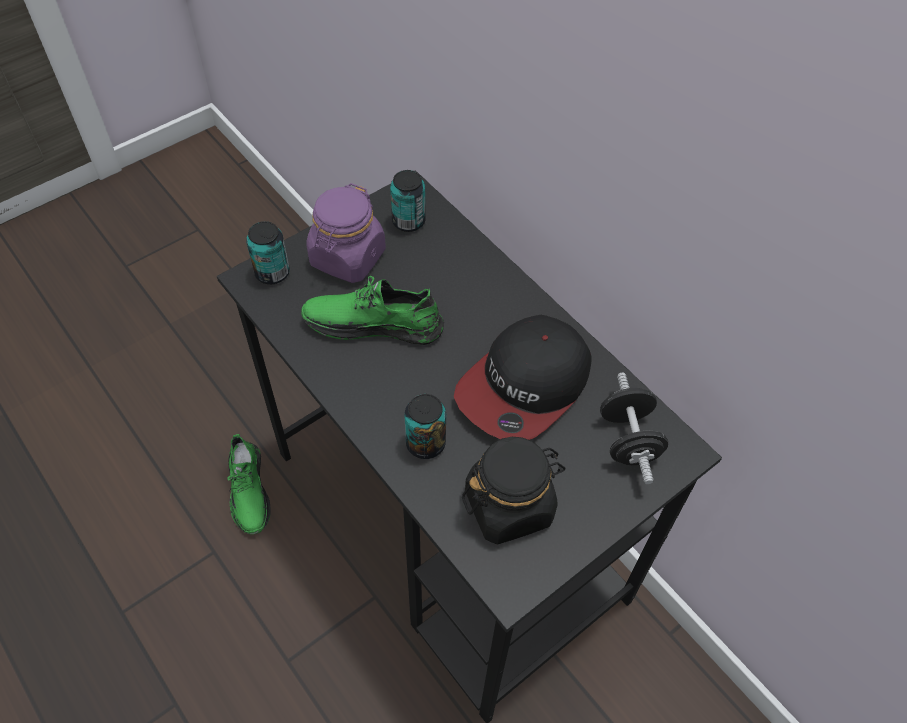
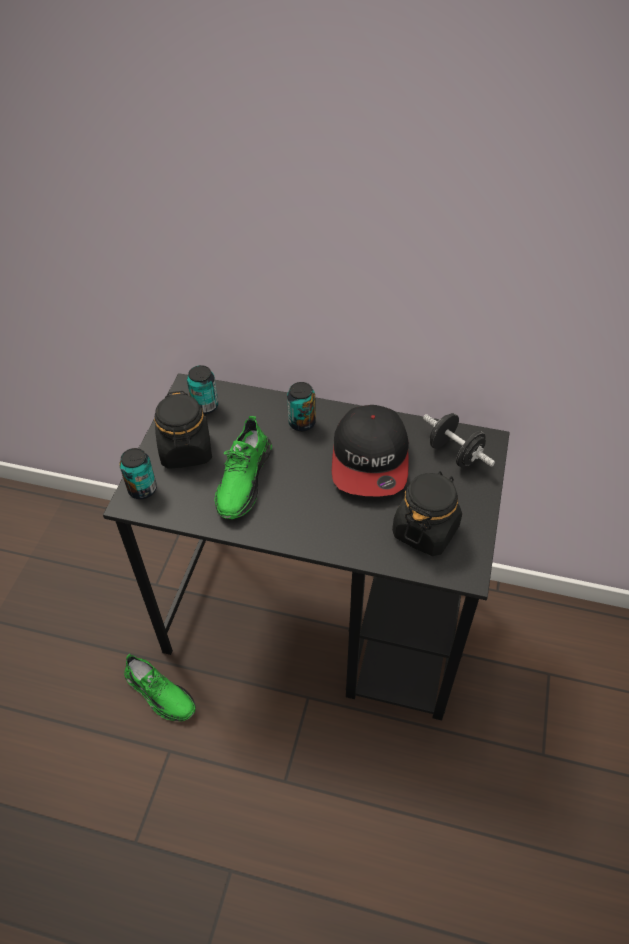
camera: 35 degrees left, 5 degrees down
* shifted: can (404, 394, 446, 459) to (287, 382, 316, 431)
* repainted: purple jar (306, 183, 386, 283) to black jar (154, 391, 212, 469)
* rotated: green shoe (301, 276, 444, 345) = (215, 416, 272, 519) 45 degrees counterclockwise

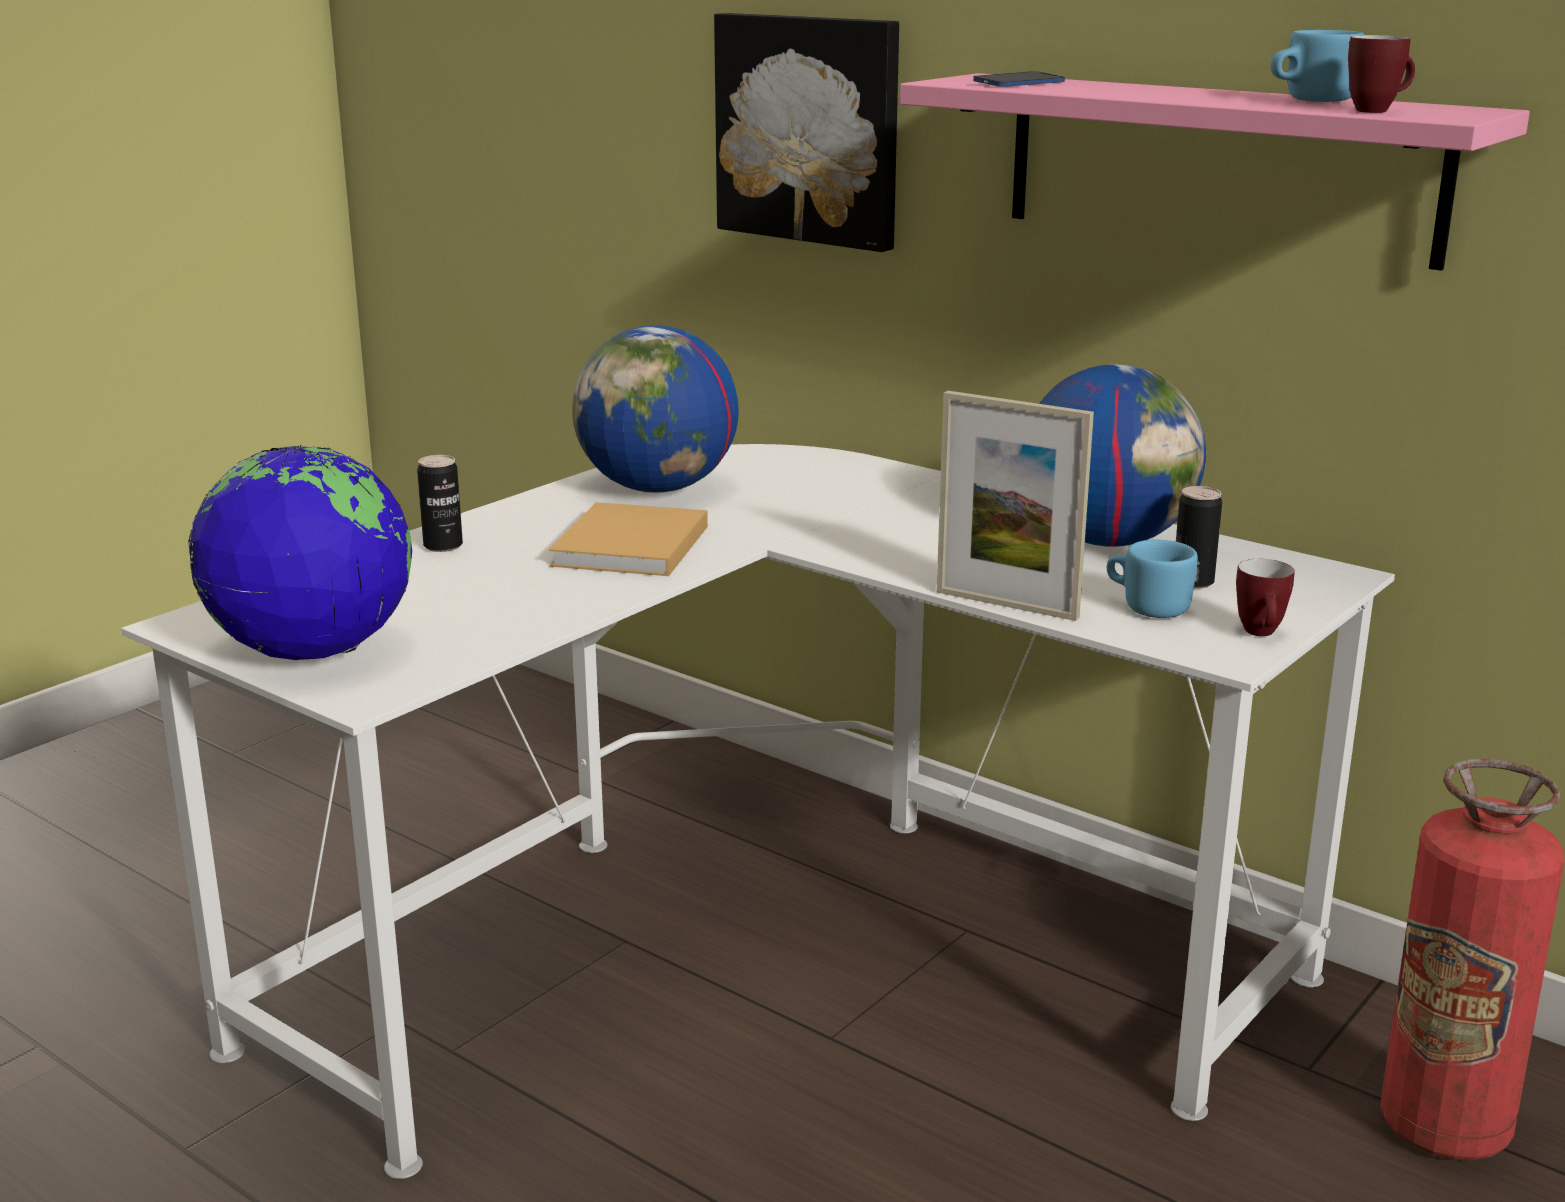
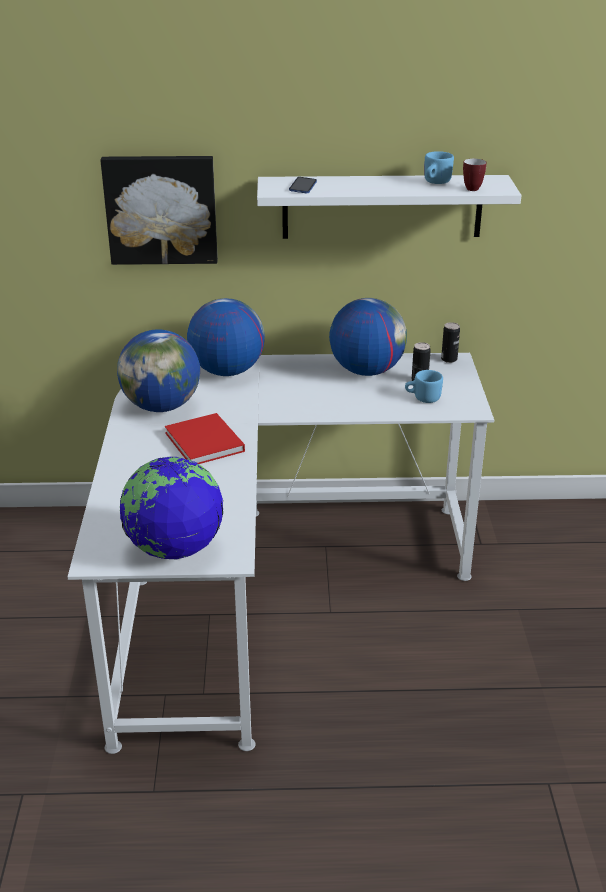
camera: 40 degrees left, 10 degrees up
* gone: picture frame (937, 391, 1094, 621)
* gone: mug (1236, 559, 1295, 636)
* gone: fire extinguisher (1380, 759, 1564, 1160)
* new: globe (187, 298, 265, 376)
* shifted: can (417, 455, 463, 552) to (441, 322, 460, 363)
* repainted: beige book (549, 502, 708, 576) to red book (165, 413, 245, 464)
* repainted: pink shelf (900, 73, 1530, 271) to white shelf (257, 175, 522, 239)

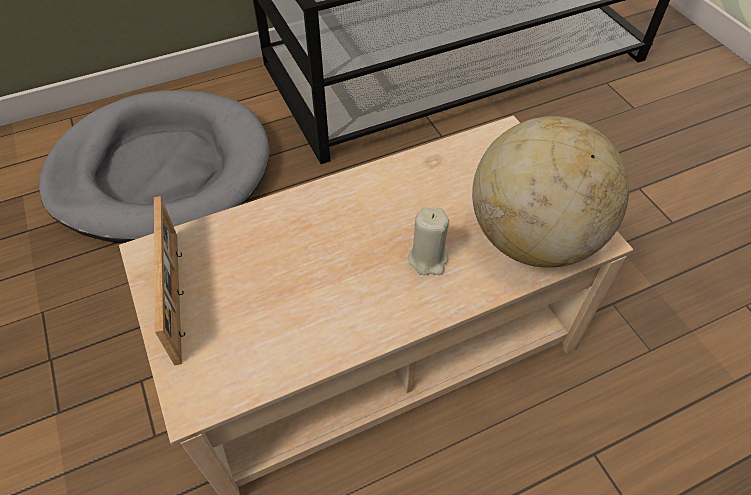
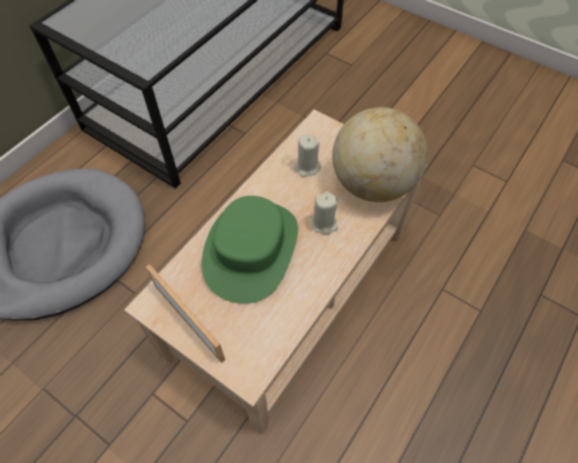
camera: 30 degrees left, 5 degrees up
* new: green hat (202, 196, 298, 304)
* new: beige candle (295, 135, 321, 178)

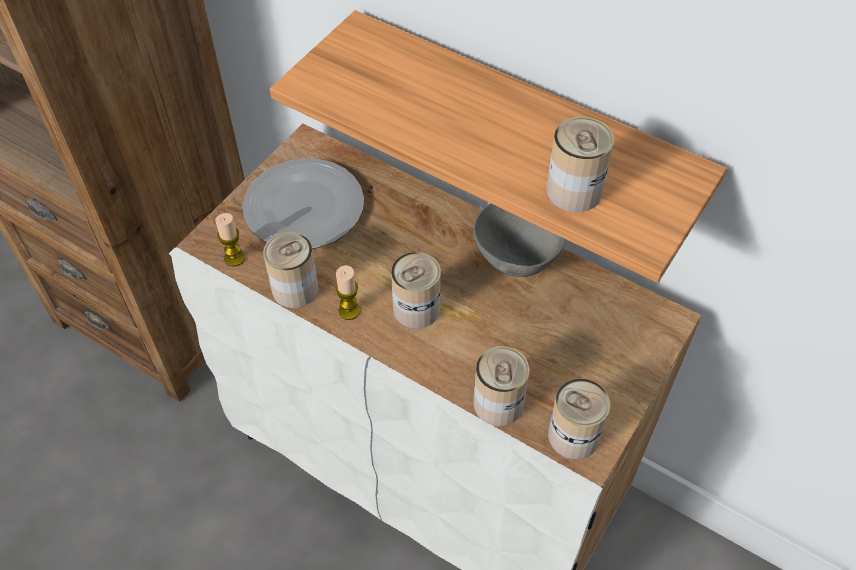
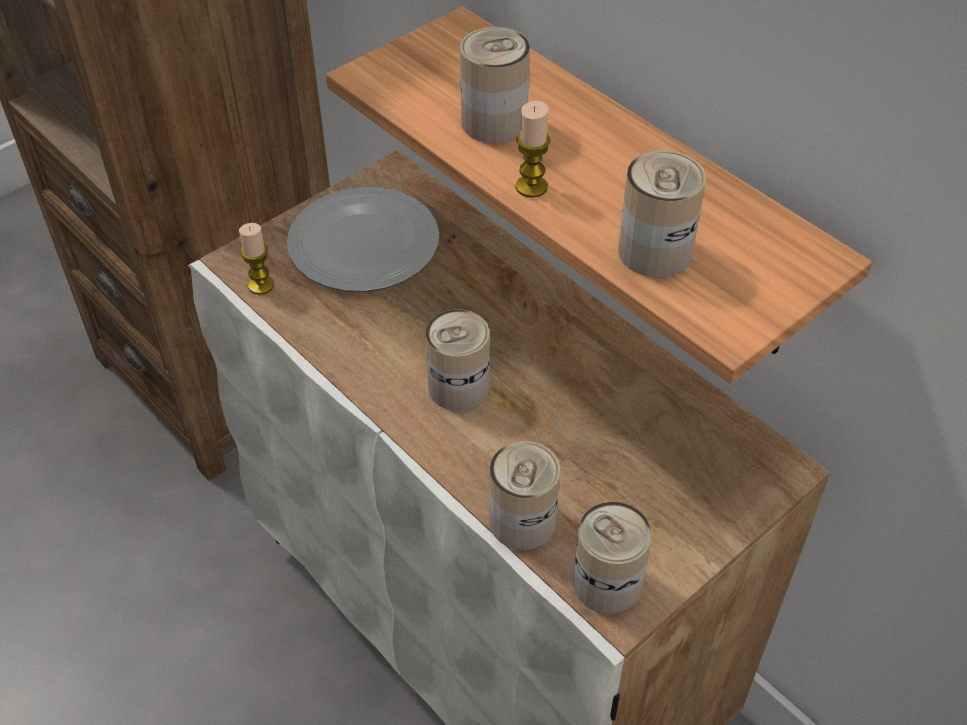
camera: 15 degrees right, 5 degrees down
* gone: grey bowl (474, 203, 566, 277)
* shifted: can (263, 232, 318, 308) to (460, 27, 530, 143)
* shifted: candle (335, 265, 360, 320) to (516, 101, 551, 198)

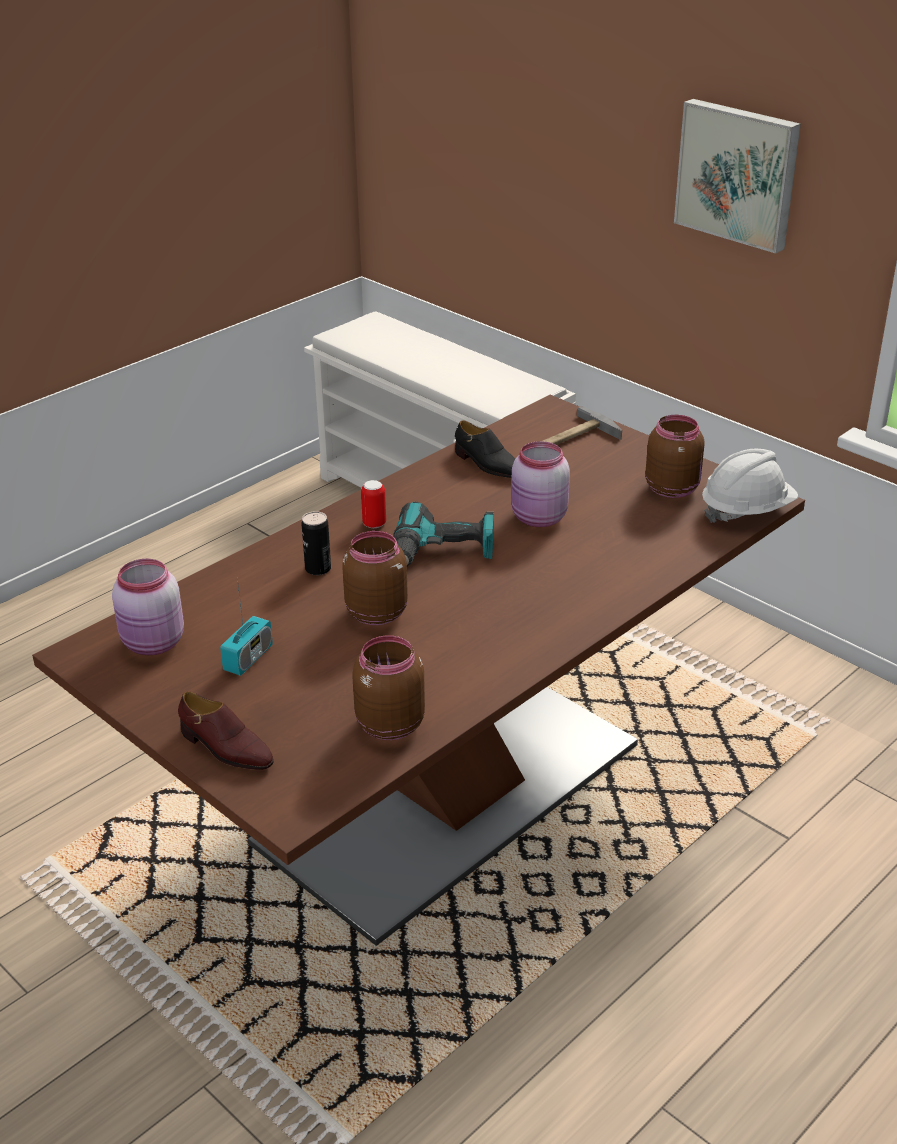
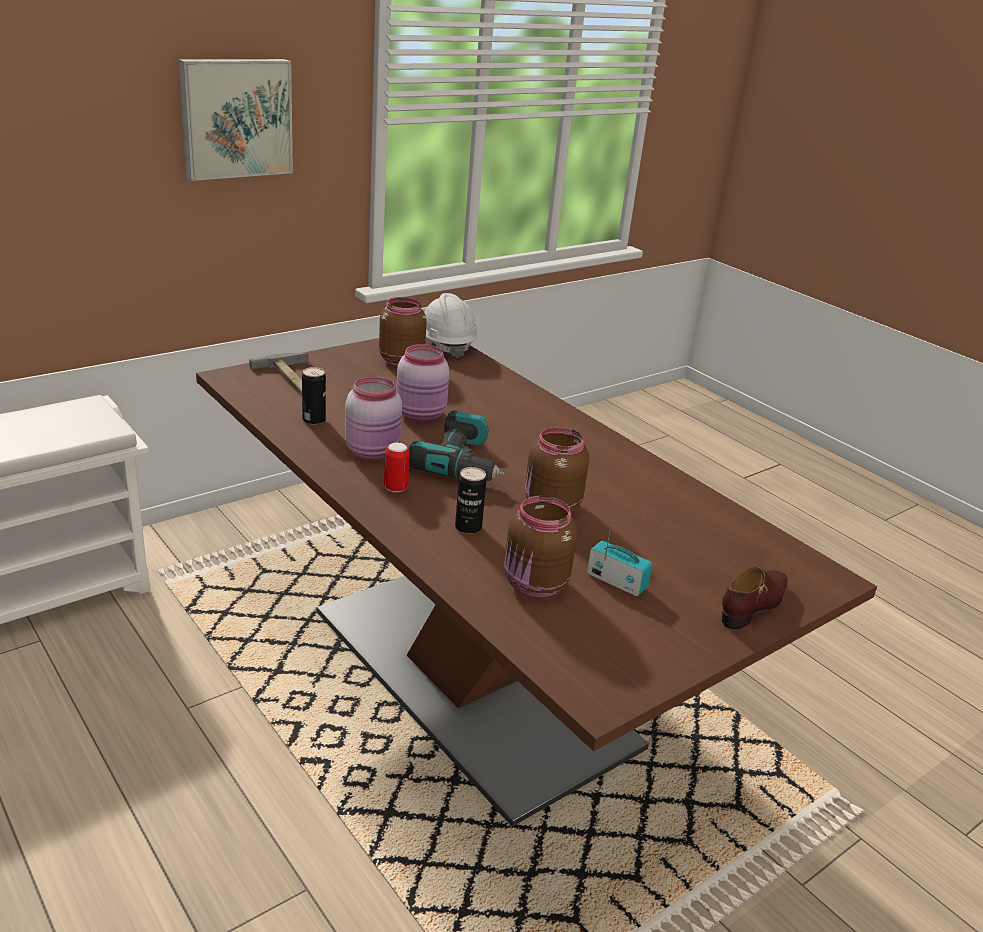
camera: 85 degrees left, 5 degrees down
* shifted: pink jar (112, 558, 184, 655) to (345, 376, 402, 460)
* shifted: brown jar (352, 635, 425, 740) to (504, 496, 577, 597)
* swapped: black shoe (455, 420, 515, 478) to can (302, 367, 326, 425)

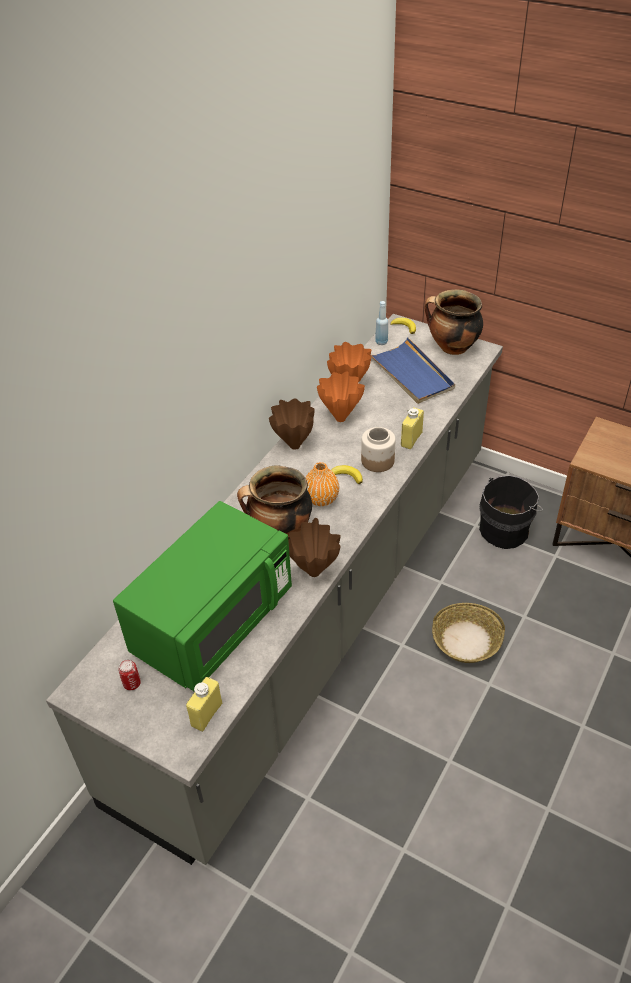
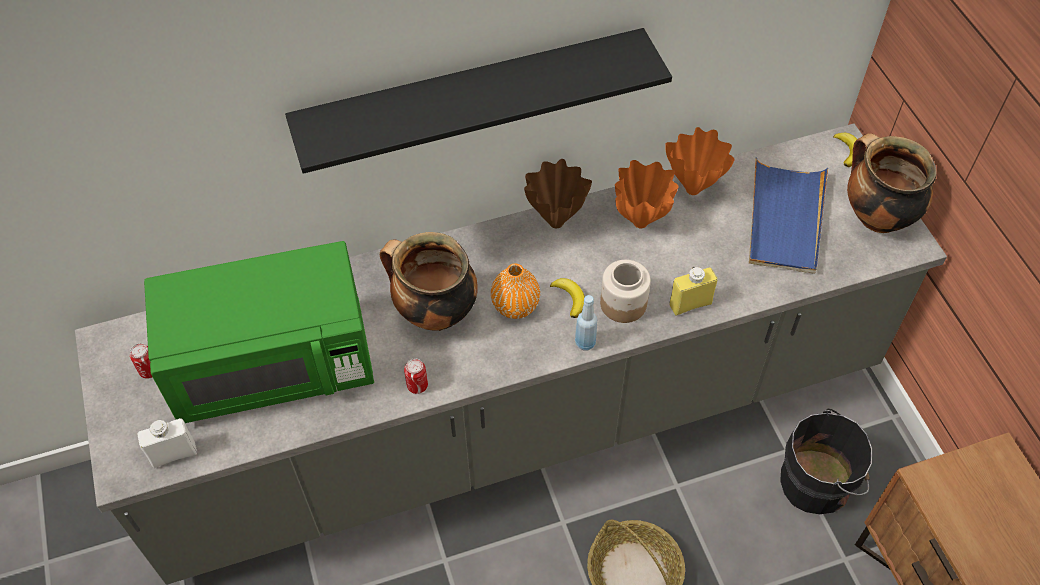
camera: 40 degrees right, 10 degrees up
* new: black shelf (285, 28, 672, 174)
* shifted: blue bottle (375, 301, 388, 345) to (575, 295, 597, 350)
* swapped: brown vase (288, 518, 341, 577) to can (404, 358, 428, 394)
* repainted: yellow bottle (186, 677, 222, 732) to white bottle (137, 418, 197, 468)

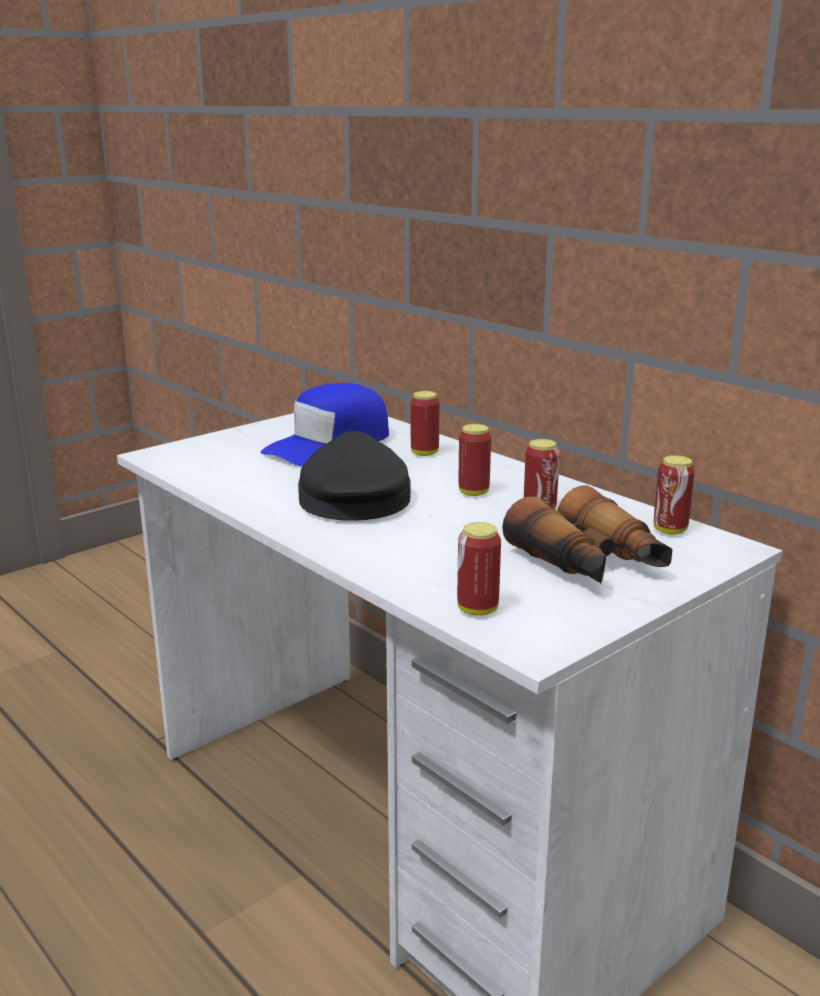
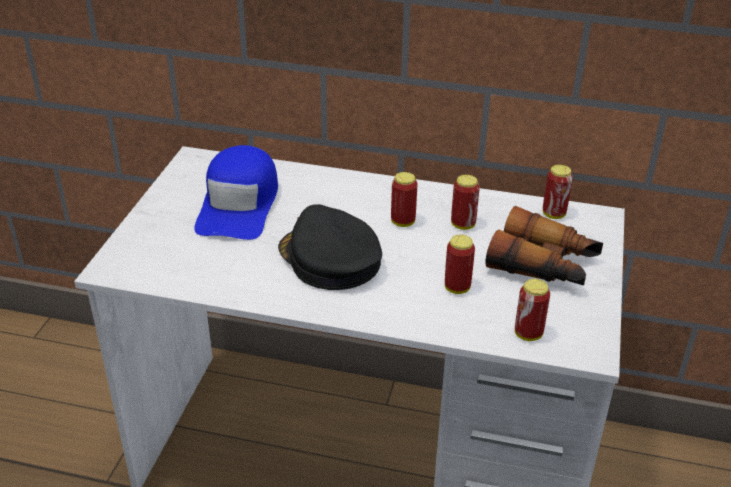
camera: 35 degrees left, 15 degrees up
* shifted: can (411, 391, 440, 456) to (445, 234, 475, 294)

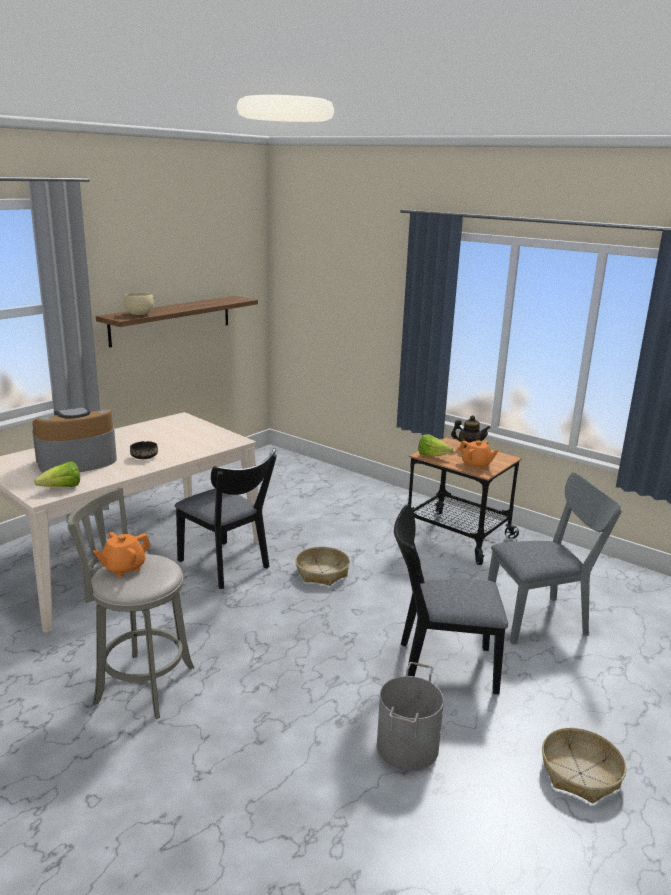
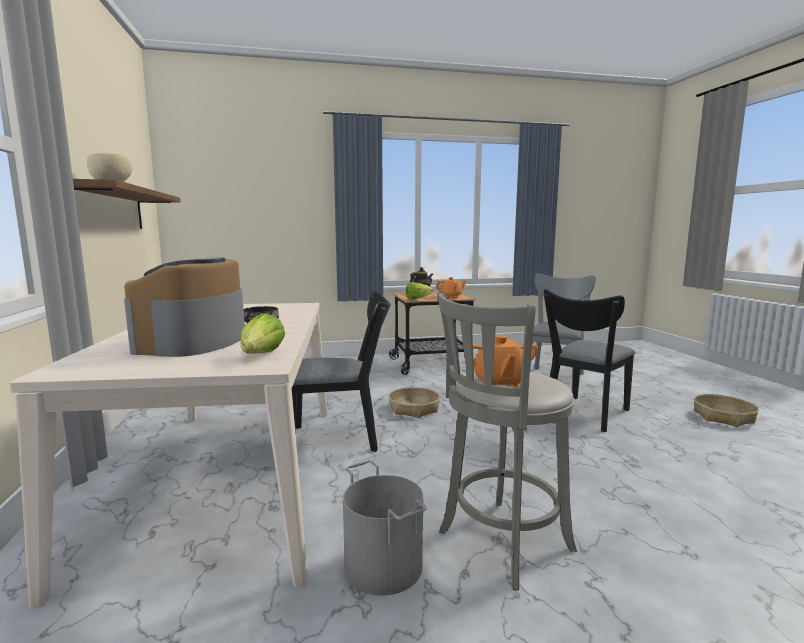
camera: 50 degrees left, 10 degrees down
* shifted: grey bucket (377, 662, 444, 771) to (343, 460, 427, 595)

